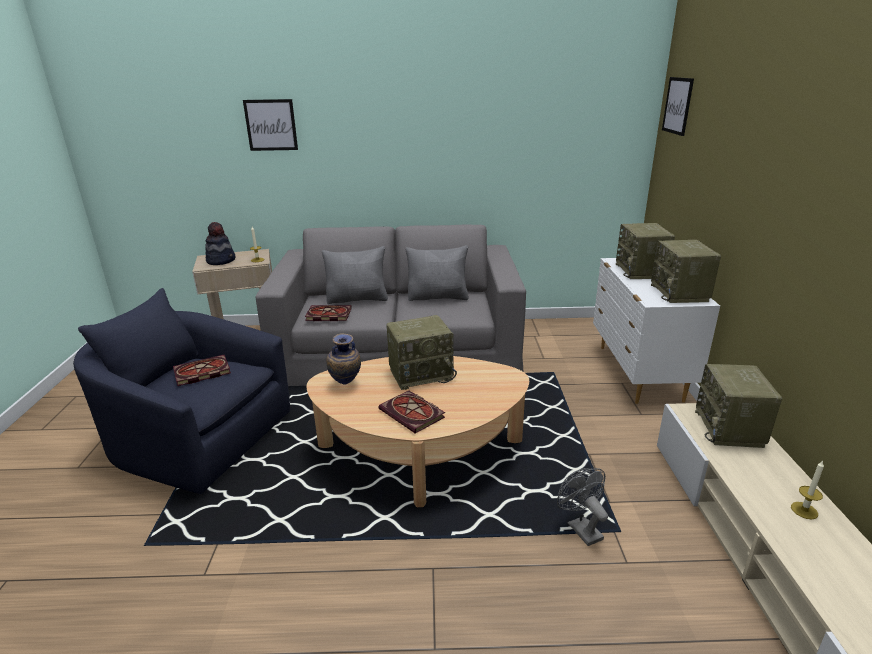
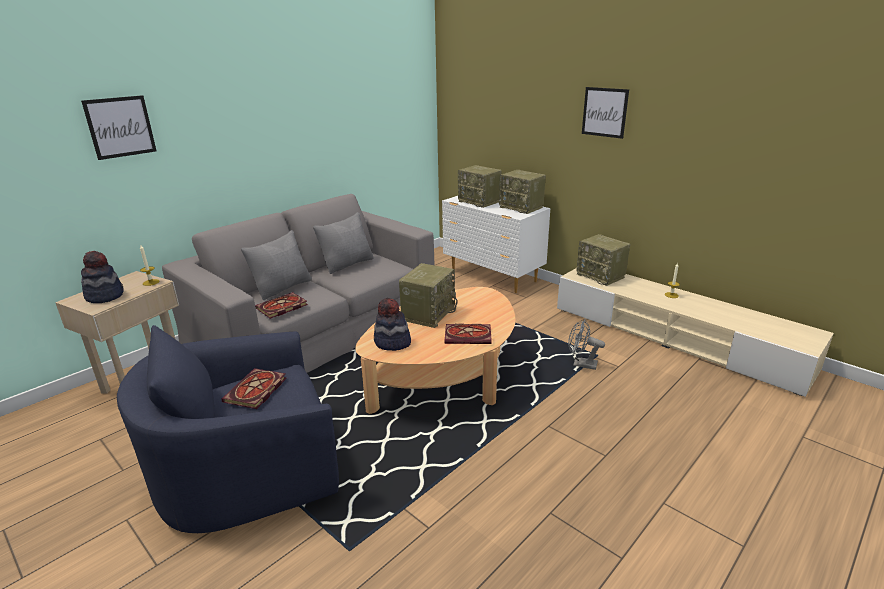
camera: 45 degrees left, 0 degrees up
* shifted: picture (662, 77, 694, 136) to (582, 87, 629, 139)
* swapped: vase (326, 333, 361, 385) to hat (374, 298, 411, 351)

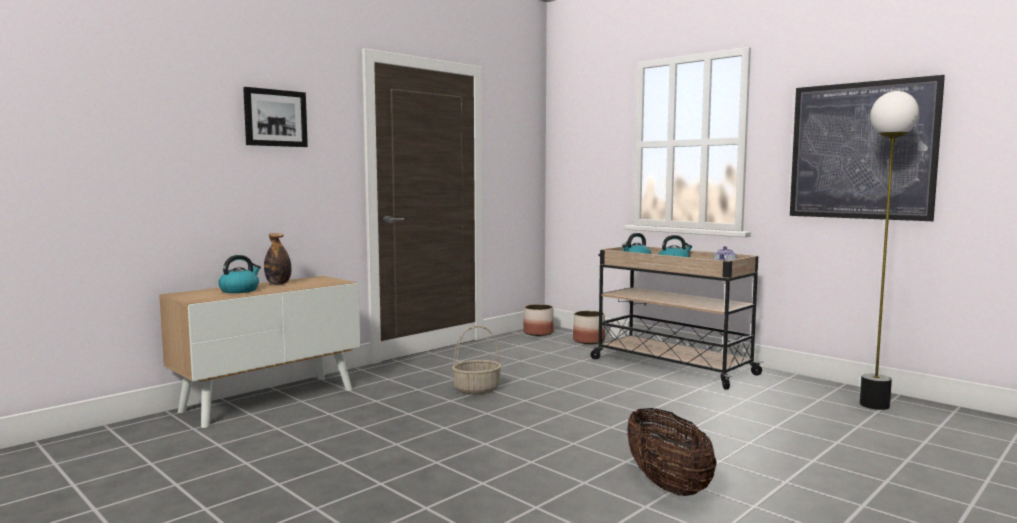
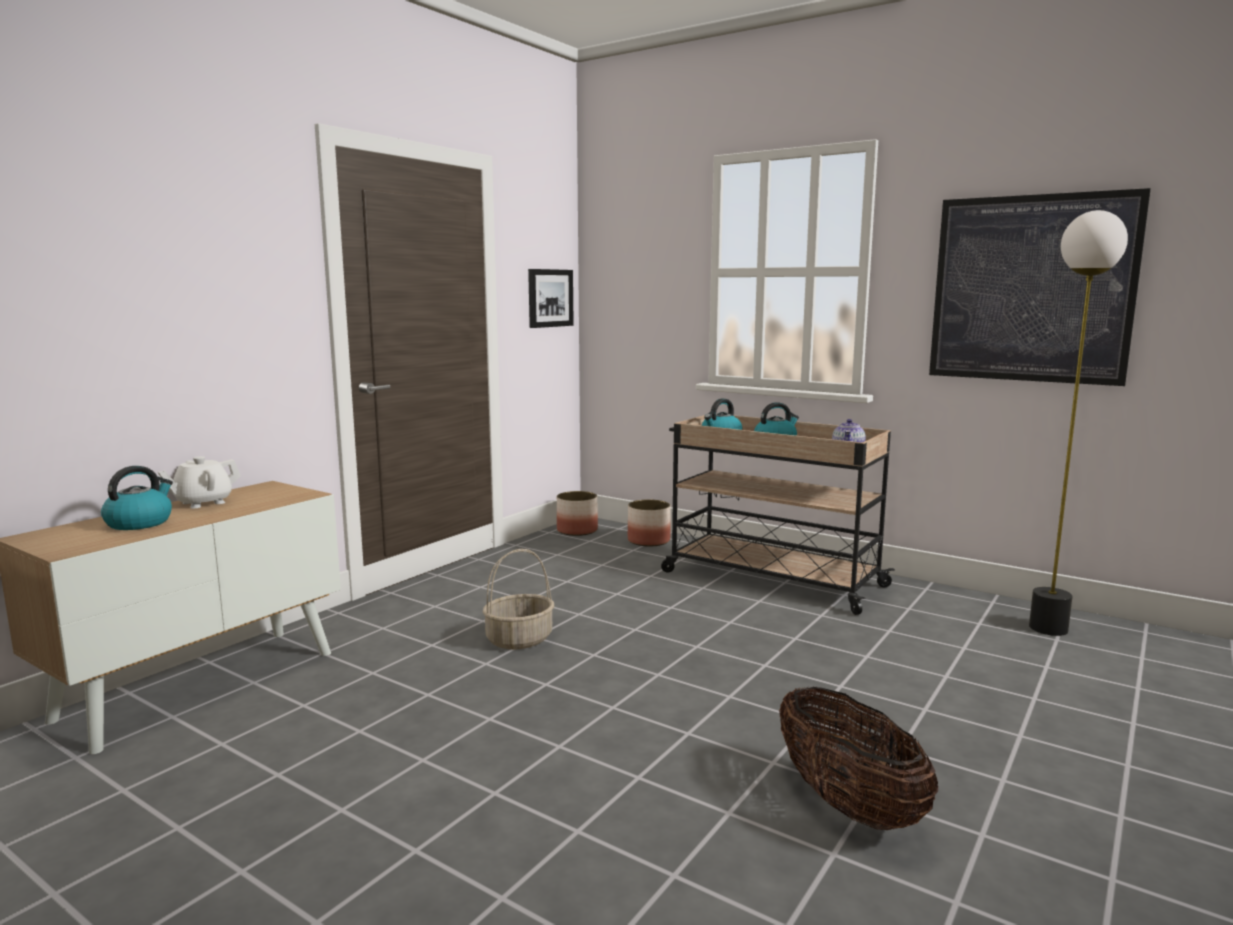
camera: 10 degrees left, 5 degrees up
* shifted: picture (243, 87, 308, 147) to (528, 269, 574, 328)
* swapped: bottle (264, 233, 291, 284) to white teapot (158, 456, 241, 509)

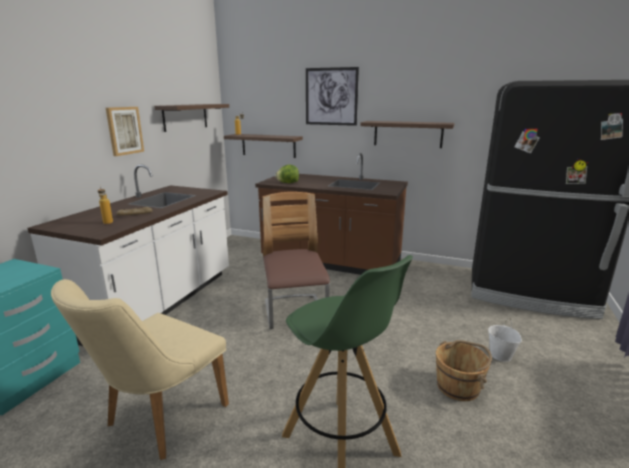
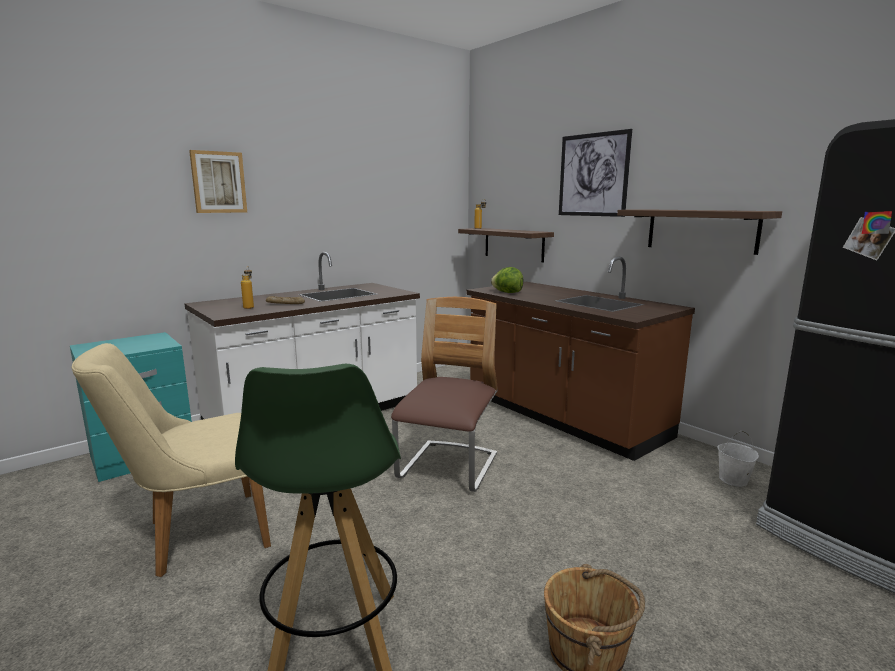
camera: 30 degrees right, 5 degrees down
* gone: shelf (154, 104, 229, 132)
* shifted: picture (106, 107, 144, 156) to (189, 150, 247, 213)
* shifted: white bucket (488, 318, 522, 362) to (718, 431, 759, 487)

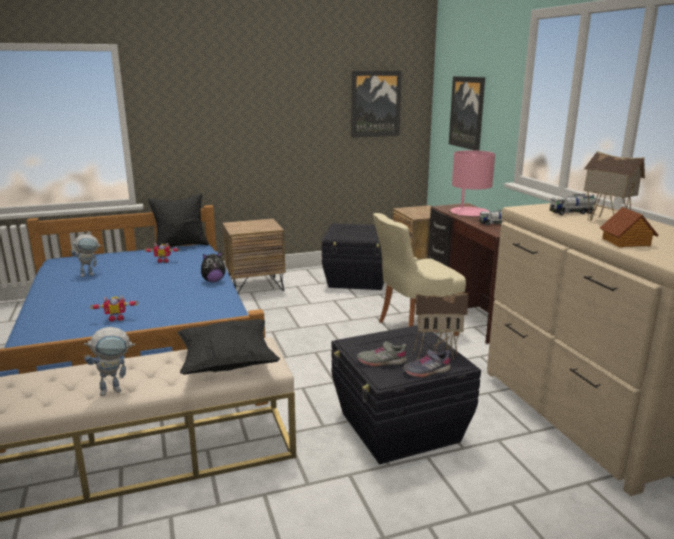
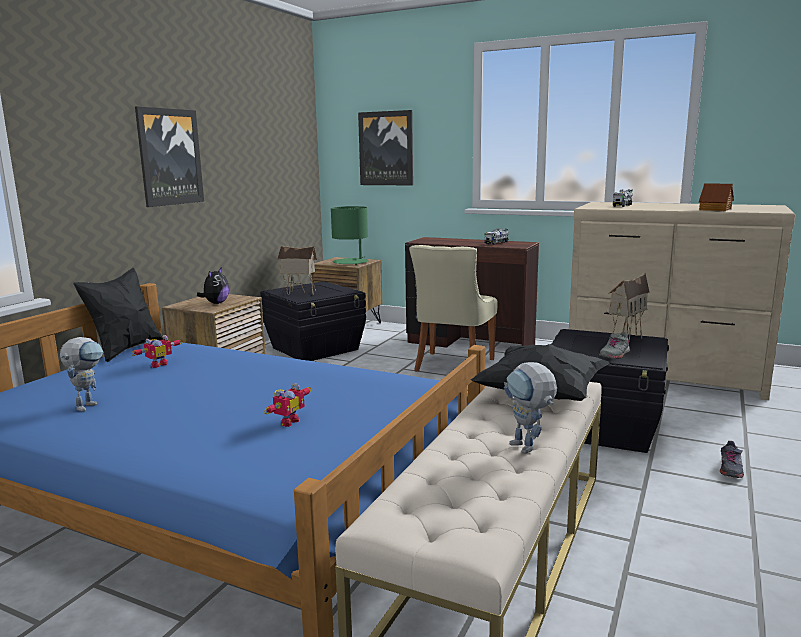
camera: 45 degrees left, 5 degrees down
* gone: pink table lamp (450, 150, 495, 216)
* new: green table lamp (331, 206, 369, 265)
* shifted: plush toy (201, 252, 225, 282) to (197, 268, 229, 304)
* shifted: picture (351, 71, 402, 138) to (135, 106, 204, 207)
* shifted: grey shoe (403, 349, 451, 377) to (720, 441, 744, 478)
* shifted: toy house (583, 151, 645, 221) to (277, 245, 317, 295)
* rotated: toy robot (84, 327, 135, 396) = (504, 362, 557, 454) 135 degrees clockwise

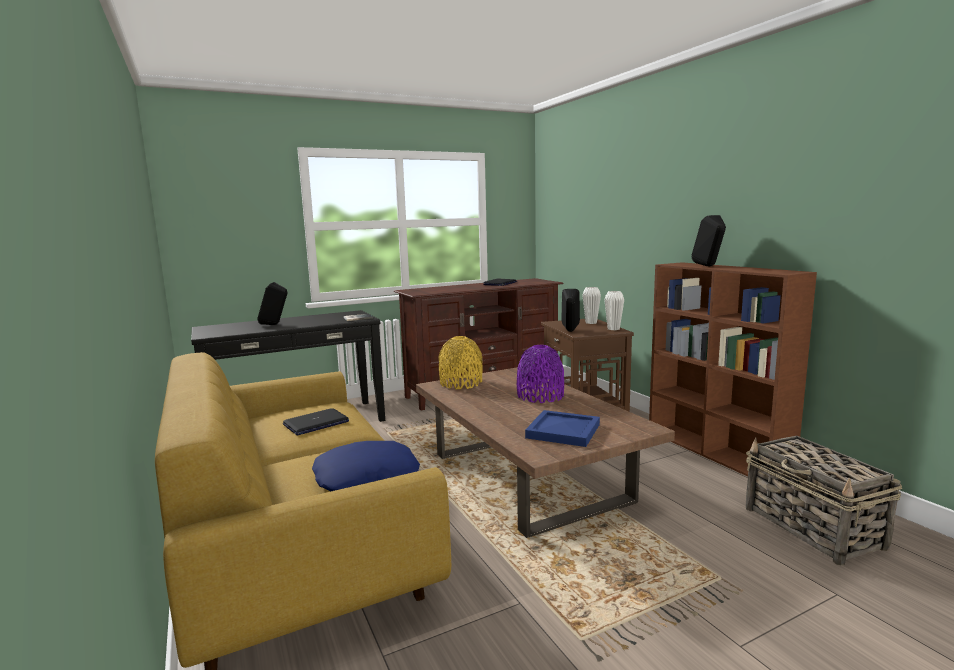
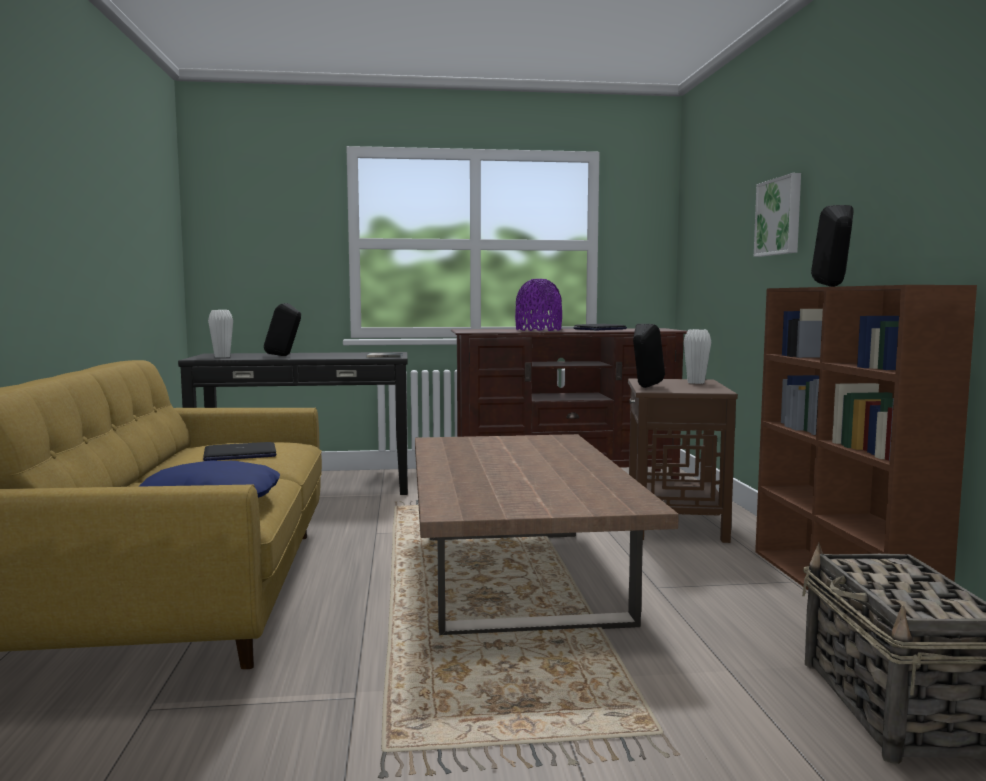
camera: 20 degrees right, 5 degrees down
* gone: yellow vase (438, 336, 483, 389)
* gone: blue tray (525, 410, 600, 447)
* new: picture (754, 173, 801, 257)
* shifted: purple vase (517, 345, 564, 403) to (515, 279, 562, 331)
* shifted: white vase (604, 291, 624, 330) to (208, 310, 233, 358)

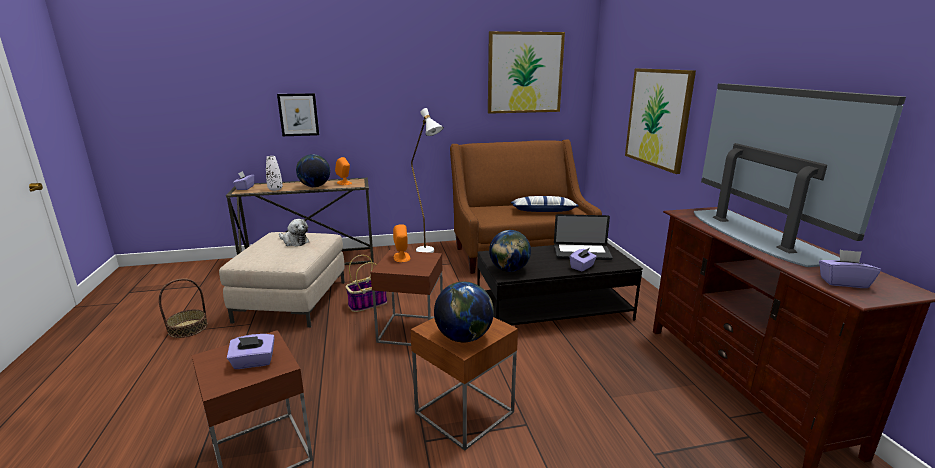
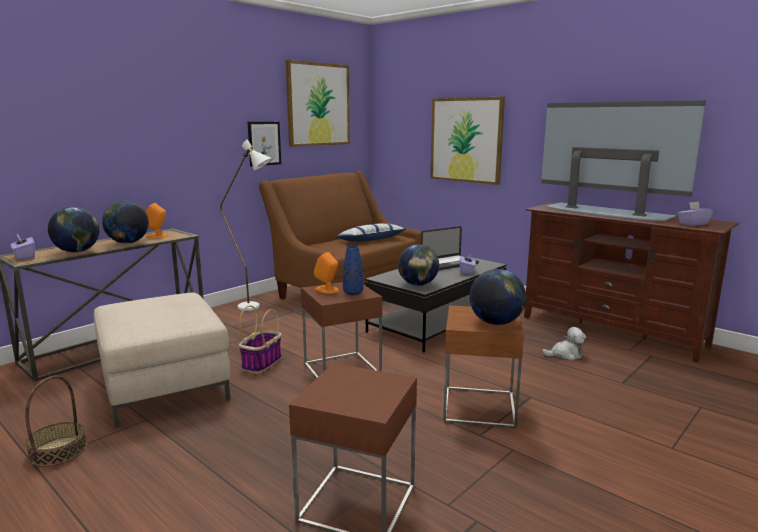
camera: 35 degrees left, 5 degrees down
* gone: purple tissue box (227, 334, 275, 369)
* new: blue vase (343, 246, 363, 295)
* shifted: picture (277, 93, 319, 136) to (248, 122, 281, 167)
* shifted: plush toy (279, 219, 309, 246) to (542, 327, 586, 360)
* swapped: white vase (266, 156, 283, 191) to globe (48, 207, 100, 253)

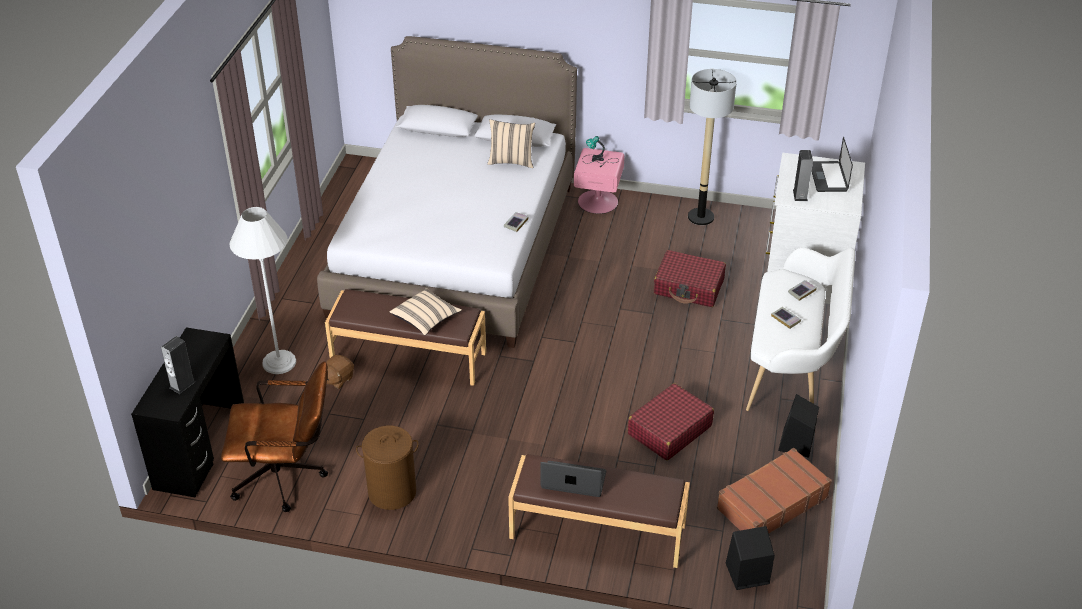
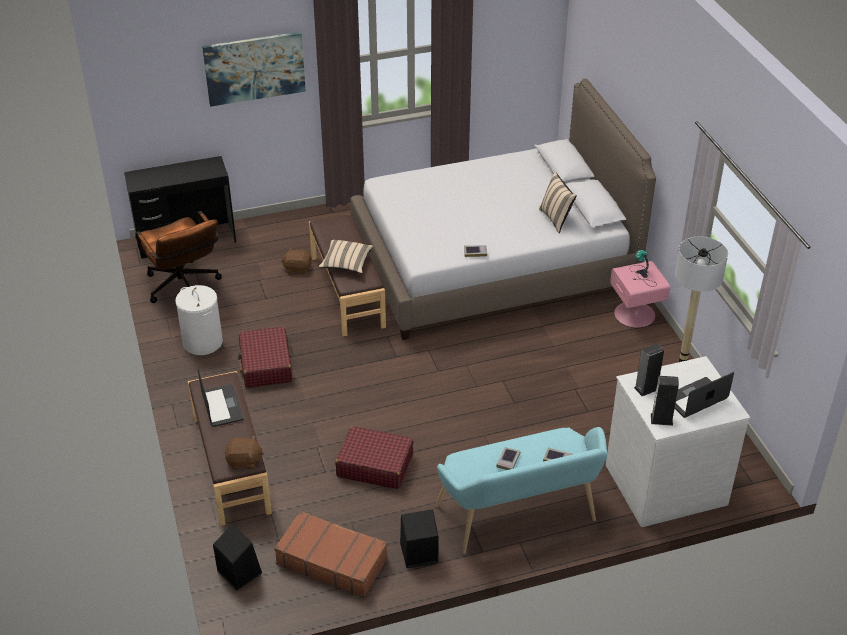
camera: 60 degrees right, 0 degrees up
* gone: white floor lamp (229, 207, 296, 374)
* new: picture (202, 32, 306, 107)
* new: brown plush toy (225, 436, 264, 470)
* shifted: speaker (161, 336, 196, 394) to (651, 376, 679, 426)
* shifted: red suitcase (654, 250, 726, 307) to (238, 327, 292, 388)
* repainted: brown laundry basket (356, 426, 419, 510) to white laundry basket (175, 285, 223, 355)
* repainted: white bench (746, 247, 855, 411) to turquoise bench (436, 427, 607, 554)

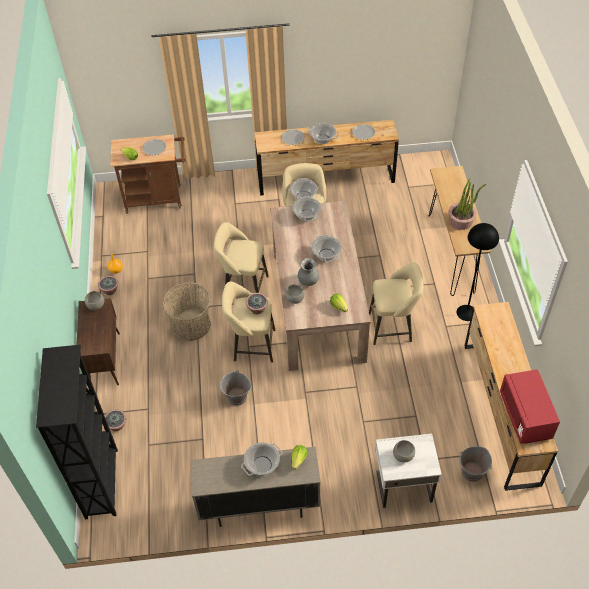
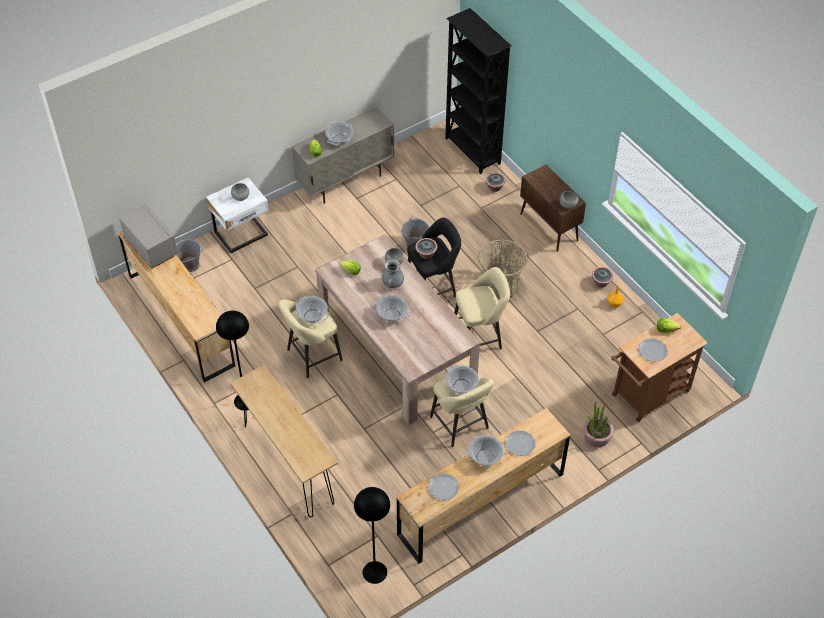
camera: 150 degrees right, 0 degrees up
* new: black floor lamp (354, 487, 390, 584)
* shifted: cooking pot (292, 196, 321, 222) to (296, 296, 328, 323)
* shifted: potted plant (448, 179, 486, 230) to (583, 402, 614, 447)
* repainted: beige stool (222, 282, 276, 363) to black stool (407, 217, 461, 297)
* repainted: red microwave (500, 369, 560, 444) to grey microwave (119, 204, 178, 269)

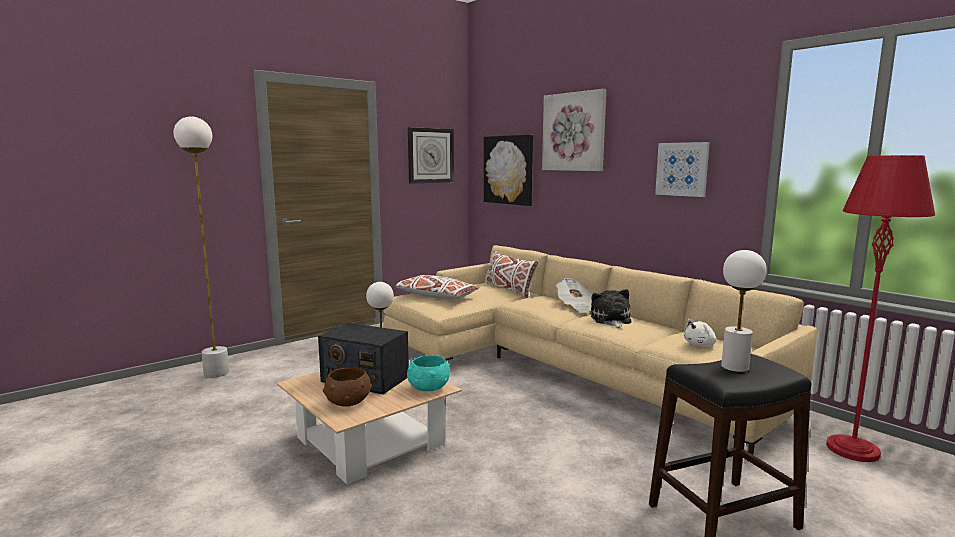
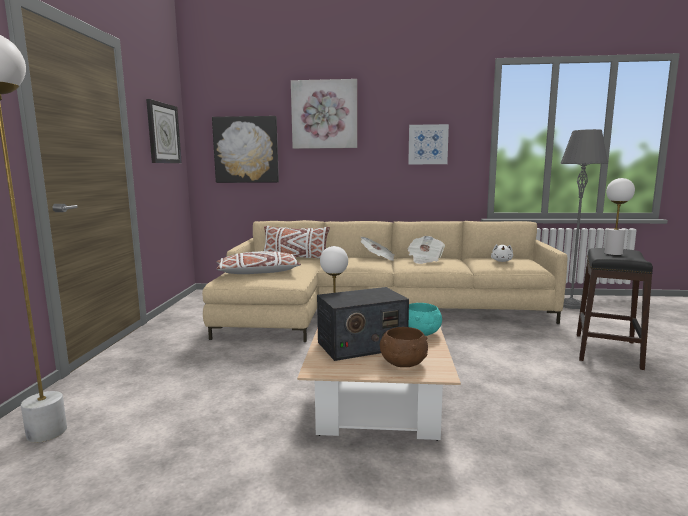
camera: 45 degrees left, 0 degrees up
* swapped: plush toy (591, 289, 631, 329) to newspaper (407, 236, 445, 264)
* repainted: red floor lamp (826, 155, 935, 462) to grey floor lamp (561, 129, 608, 309)

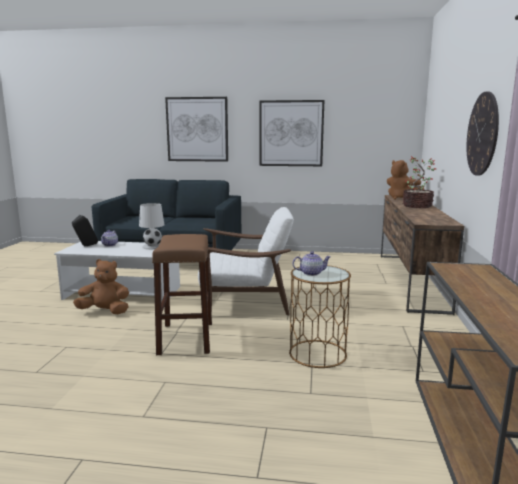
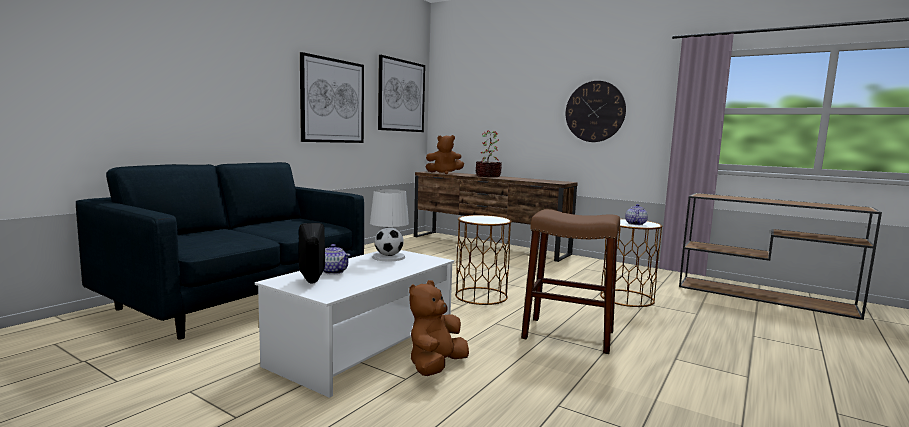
camera: 65 degrees left, 5 degrees down
* shifted: picture (165, 97, 228, 162) to (378, 55, 425, 132)
* swapped: white armchair (198, 207, 294, 315) to brown side table (455, 215, 512, 305)

